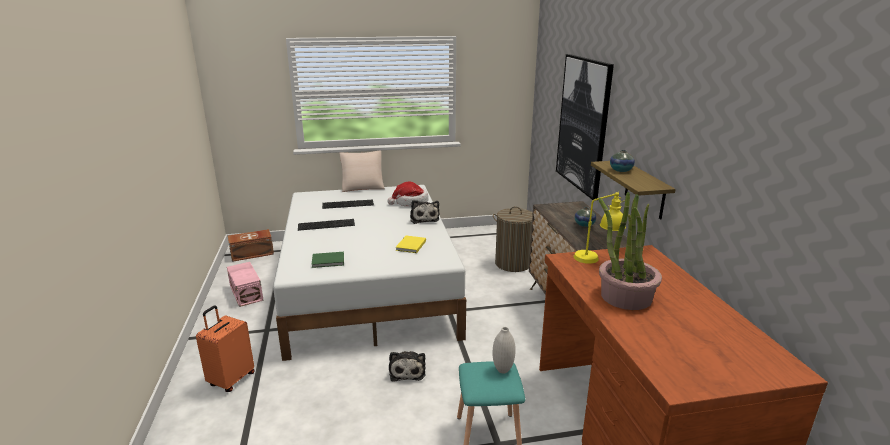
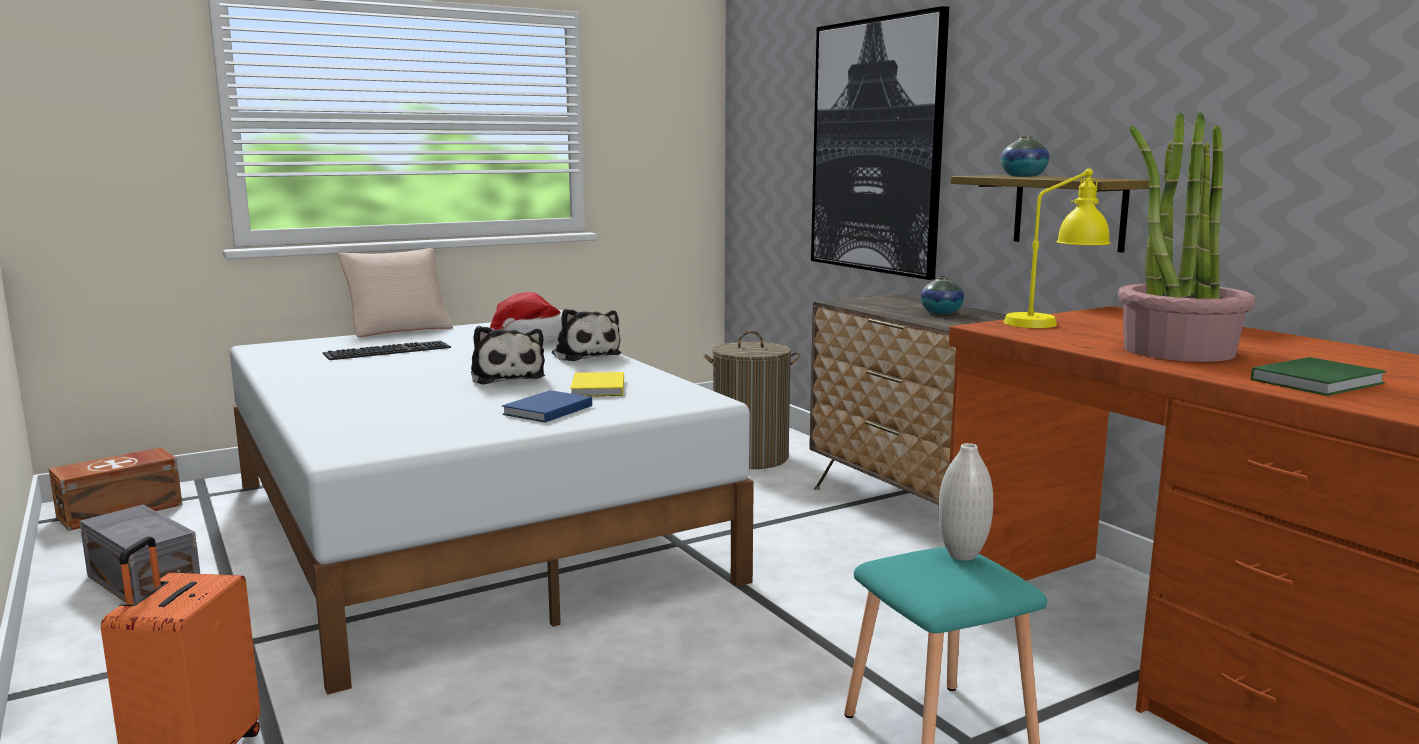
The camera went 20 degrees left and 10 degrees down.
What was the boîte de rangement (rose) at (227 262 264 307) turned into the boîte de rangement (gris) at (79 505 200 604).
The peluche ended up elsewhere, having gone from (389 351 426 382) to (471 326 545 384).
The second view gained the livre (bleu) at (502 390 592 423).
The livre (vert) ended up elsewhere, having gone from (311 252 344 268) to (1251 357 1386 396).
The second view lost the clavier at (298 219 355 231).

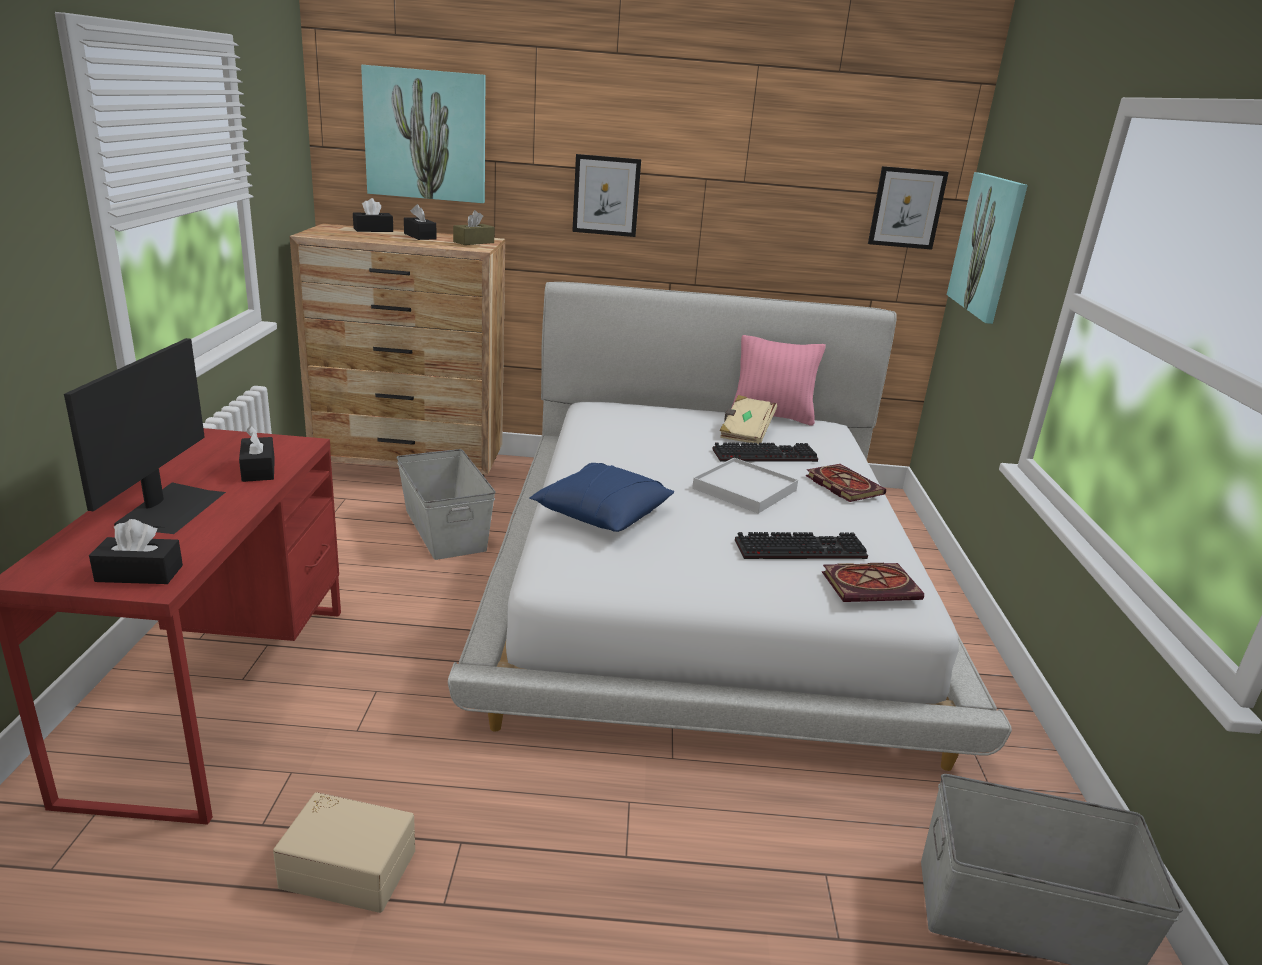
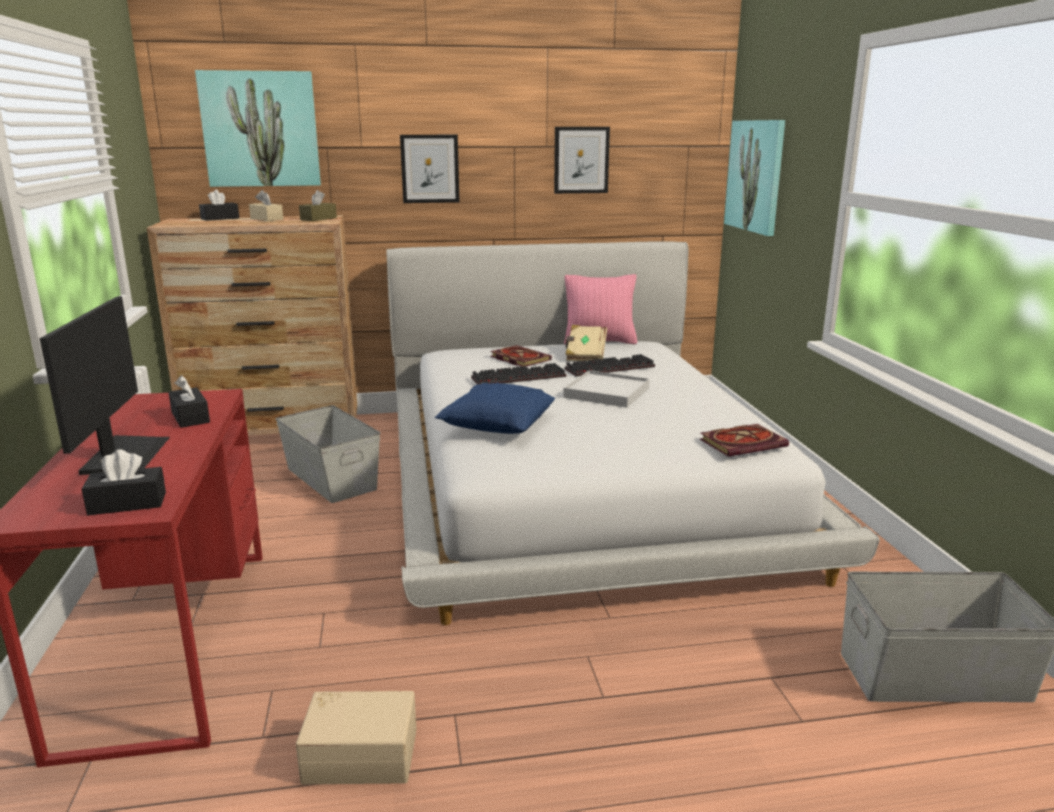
The camera went 10 degrees left and 5 degrees down.
What was the boîte à mouchoirs (noir) at (404 204 437 240) turned into the boîte à mouchoirs (beige) at (249 190 283 221).
The clavier ended up elsewhere, having gone from (735 532 868 559) to (471 363 566 385).
The livre ended up elsewhere, having gone from (805 464 886 502) to (490 345 552 367).
The tableau ended up elsewhere, having gone from (868 166 949 250) to (554 127 610 194).

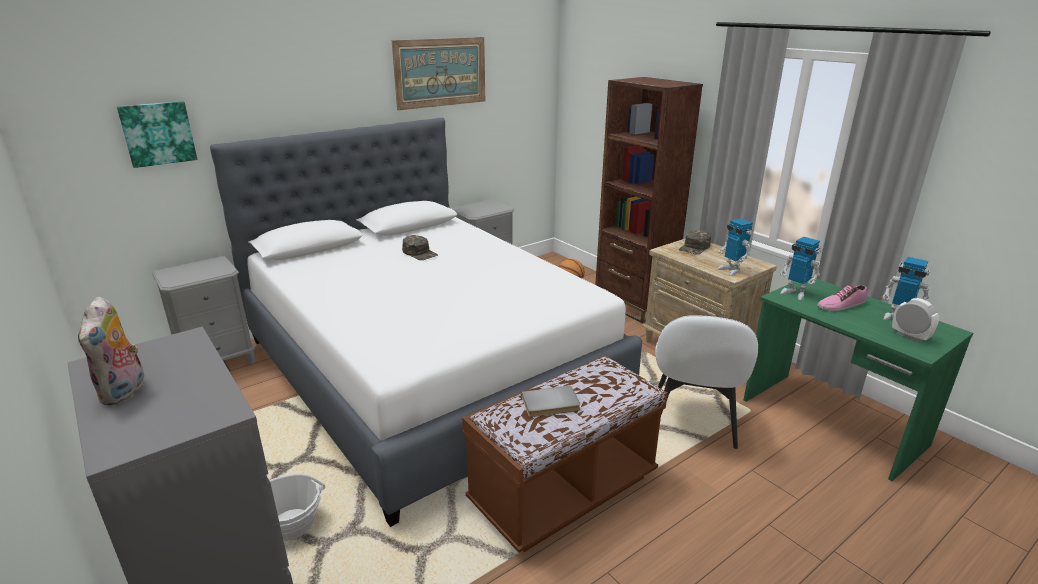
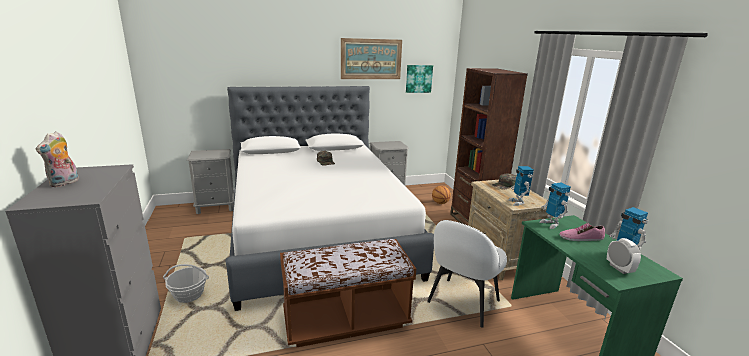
The camera went 20 degrees right and 5 degrees down.
The tableau ended up elsewhere, having gone from (117 101 197 168) to (406 65 433 93).
The second view lost the livre (gris) at (521 386 580 417).

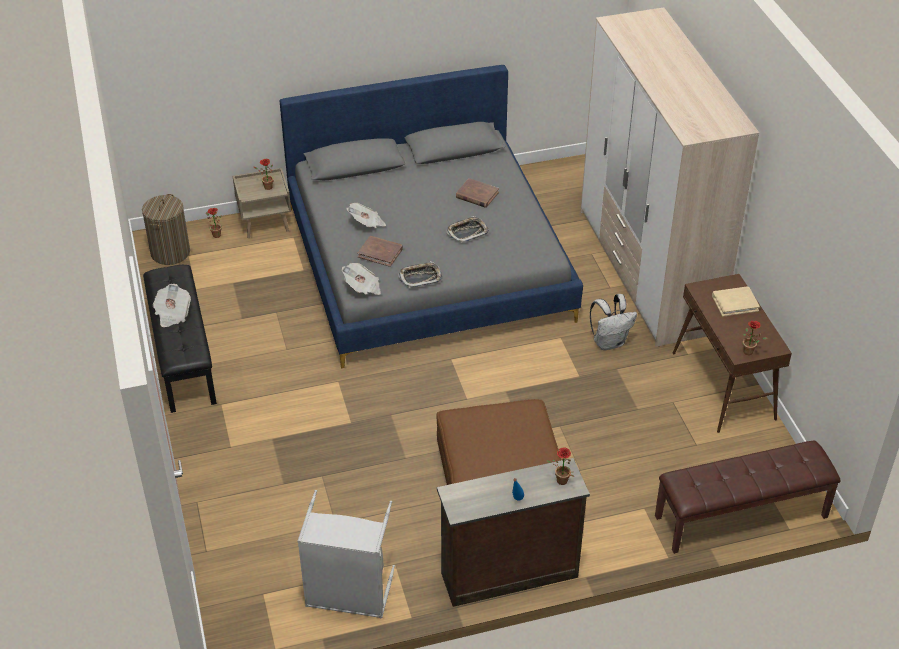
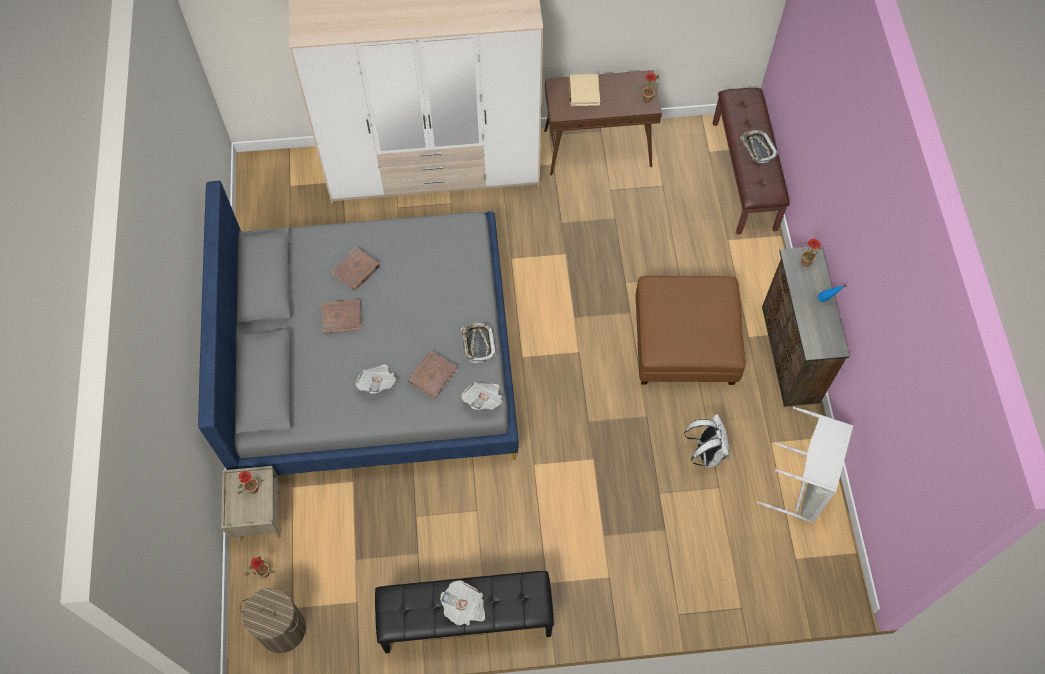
The camera went 80 degrees left and 20 degrees up.
The second view gained the livre (marron) at (321 300 362 334).
The sac à dos (blanc) ended up elsewhere, having gone from (590 294 637 350) to (684 414 730 467).
The plateau ended up elsewhere, having gone from (446 216 489 243) to (740 130 778 163).

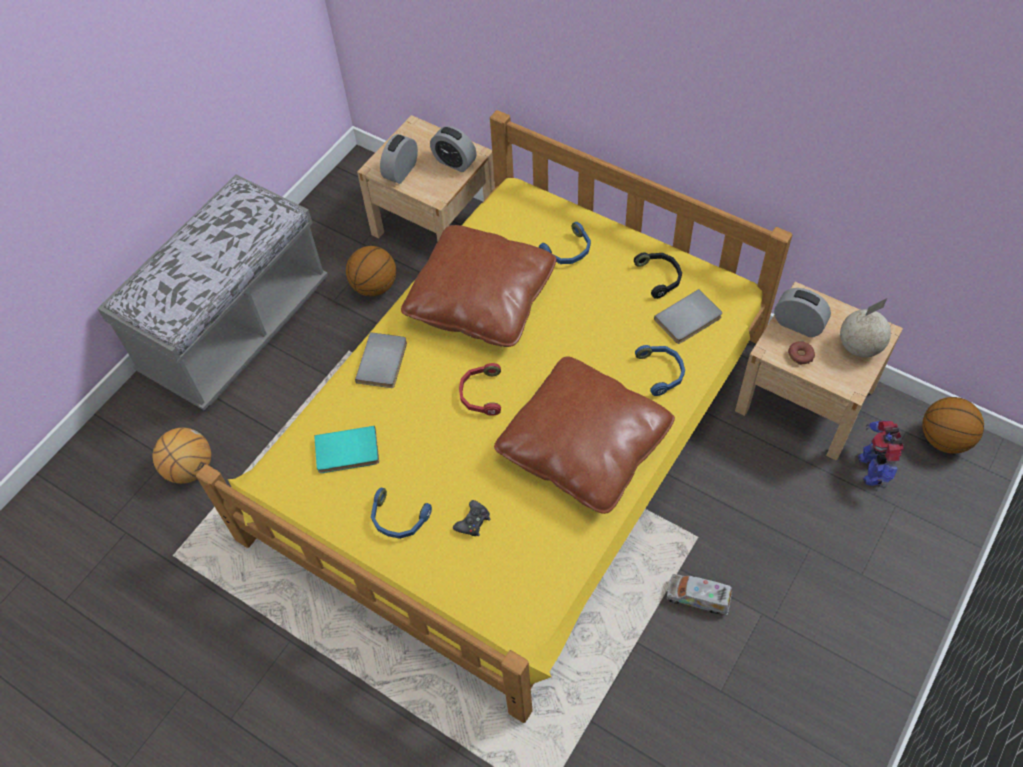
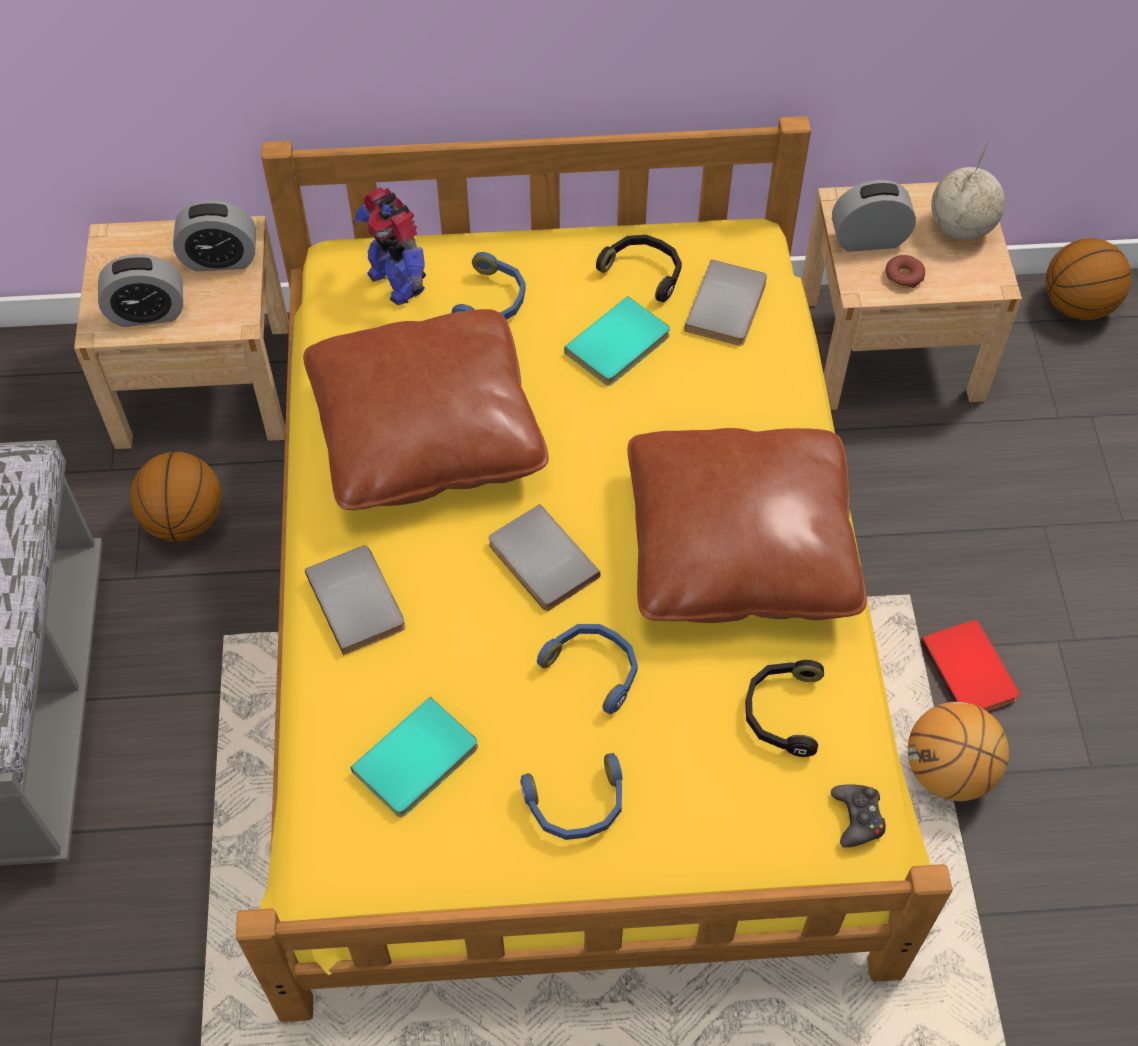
The camera went 40 degrees left and 0 degrees up.
The réveil at (380 134 418 184) ended up facing another way, 90 degrees counterclockwise from before.
The robot jouet ended up elsewhere, having gone from (858 421 904 488) to (353 187 426 305).
Where the casque audio (rouge) stood at (459 363 501 416), the livre (gris) came to stand at (489 504 601 611).
The casque audio (bleu) ended up elsewhere, having gone from (635 345 685 396) to (537 624 638 714).
The second view gained the livre (turquoise) at (564 296 670 386).
The second view gained the casque audio (noir) at (745 660 824 757).
The manette (noir) ended up elsewhere, having gone from (453 500 490 536) to (831 784 886 848).
The ballon de basket ended up elsewhere, having gone from (153 428 211 484) to (908 702 1009 801).
Where the camion jouet stood at (667 574 732 615), the livre (rouge) came to stand at (920 620 1019 712).

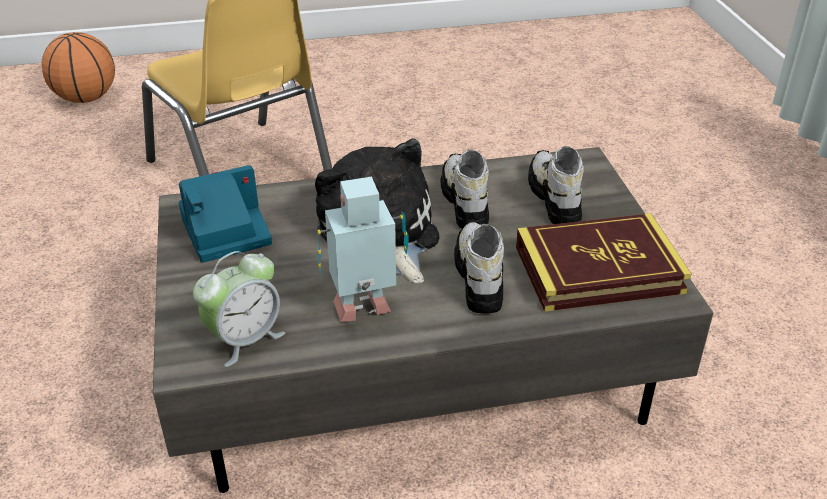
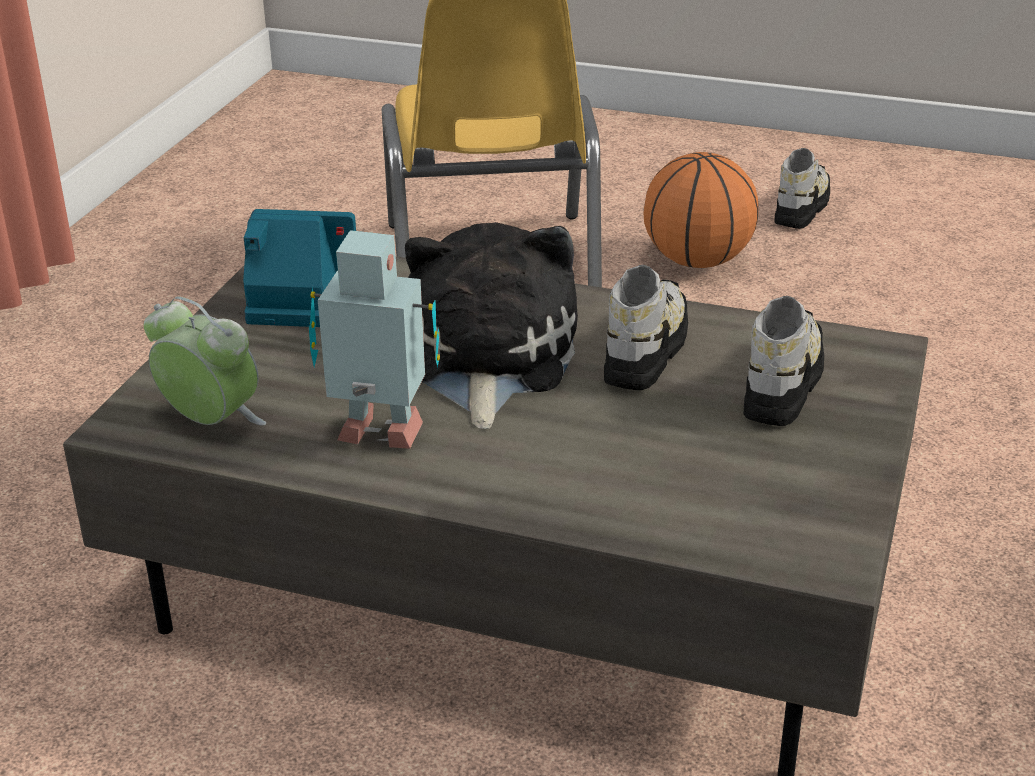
The camera went 30 degrees right and 5 degrees down.
The réveil at (193 251 285 367) ended up facing another way, 135 degrees counterclockwise from before.
The ballon de basket ended up elsewhere, having gone from (42 32 115 103) to (643 152 758 268).
The chaussure ended up elsewhere, having gone from (454 221 504 313) to (774 148 830 229).
The second view lost the livre at (516 213 691 312).

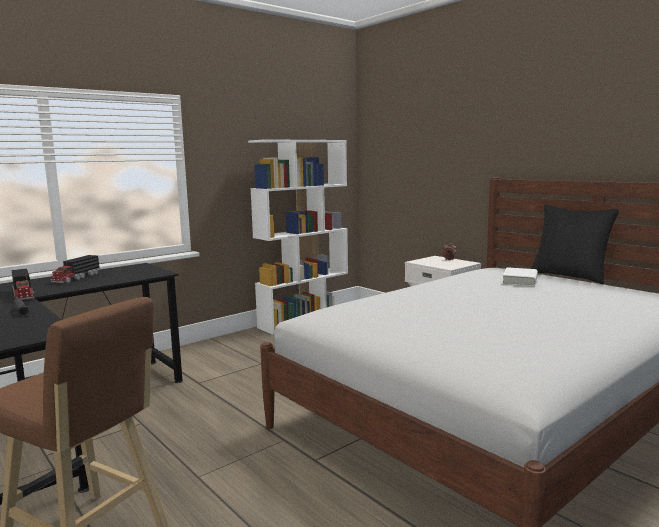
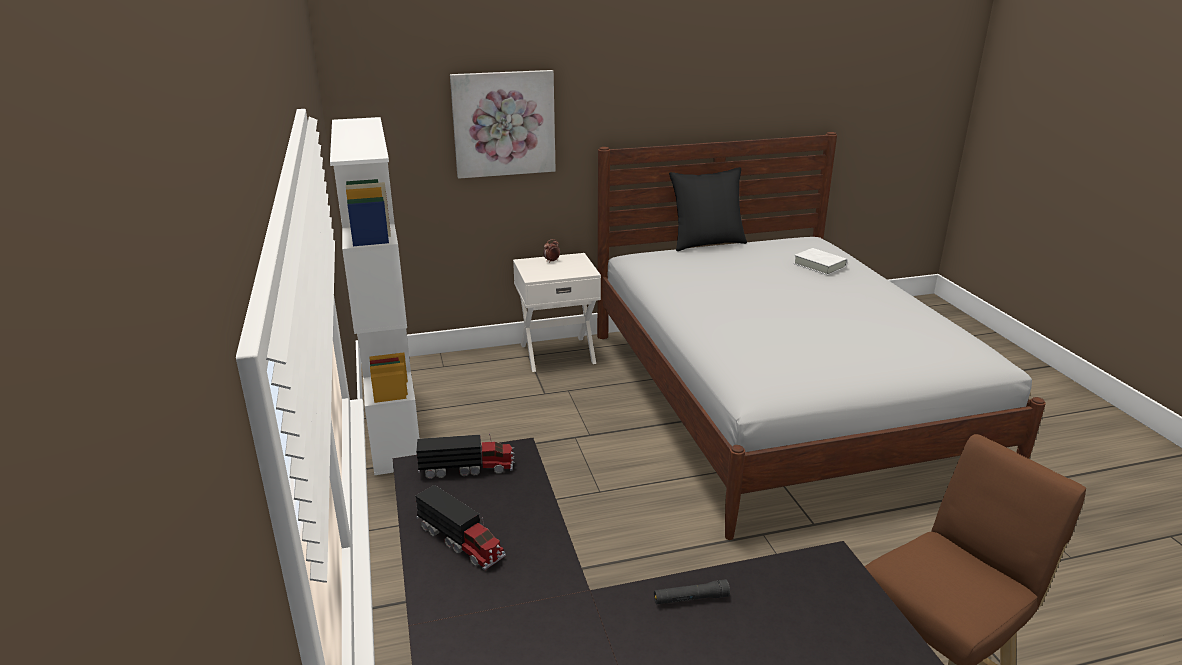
The camera went 65 degrees left and 15 degrees up.
The camion jouet ended up elsewhere, having gone from (11 268 34 300) to (416 433 515 479).
The second view gained the tableau at (450 70 556 179).
The livre (blanc) ended up elsewhere, having gone from (502 267 538 286) to (794 248 848 275).

